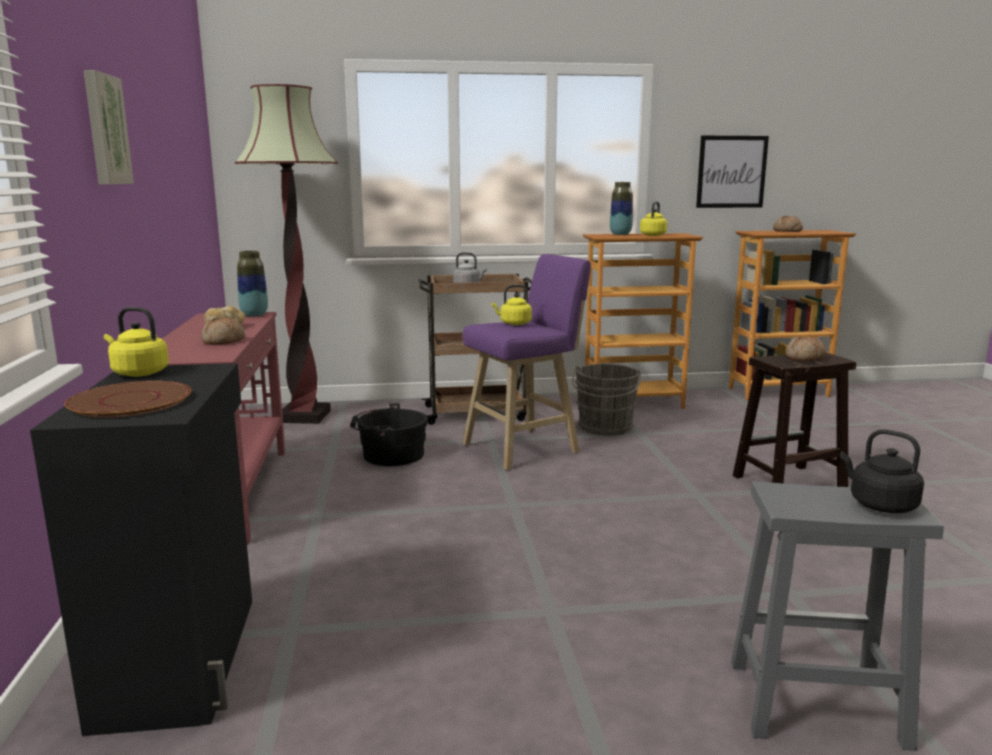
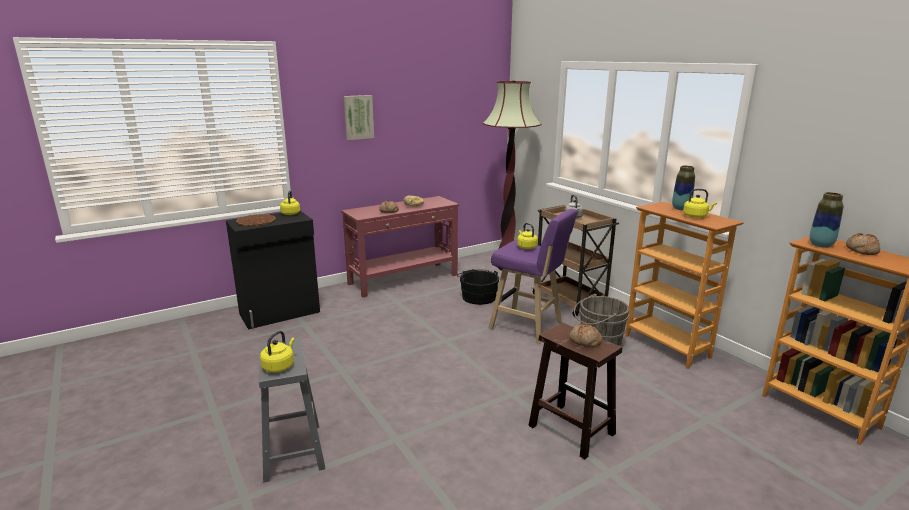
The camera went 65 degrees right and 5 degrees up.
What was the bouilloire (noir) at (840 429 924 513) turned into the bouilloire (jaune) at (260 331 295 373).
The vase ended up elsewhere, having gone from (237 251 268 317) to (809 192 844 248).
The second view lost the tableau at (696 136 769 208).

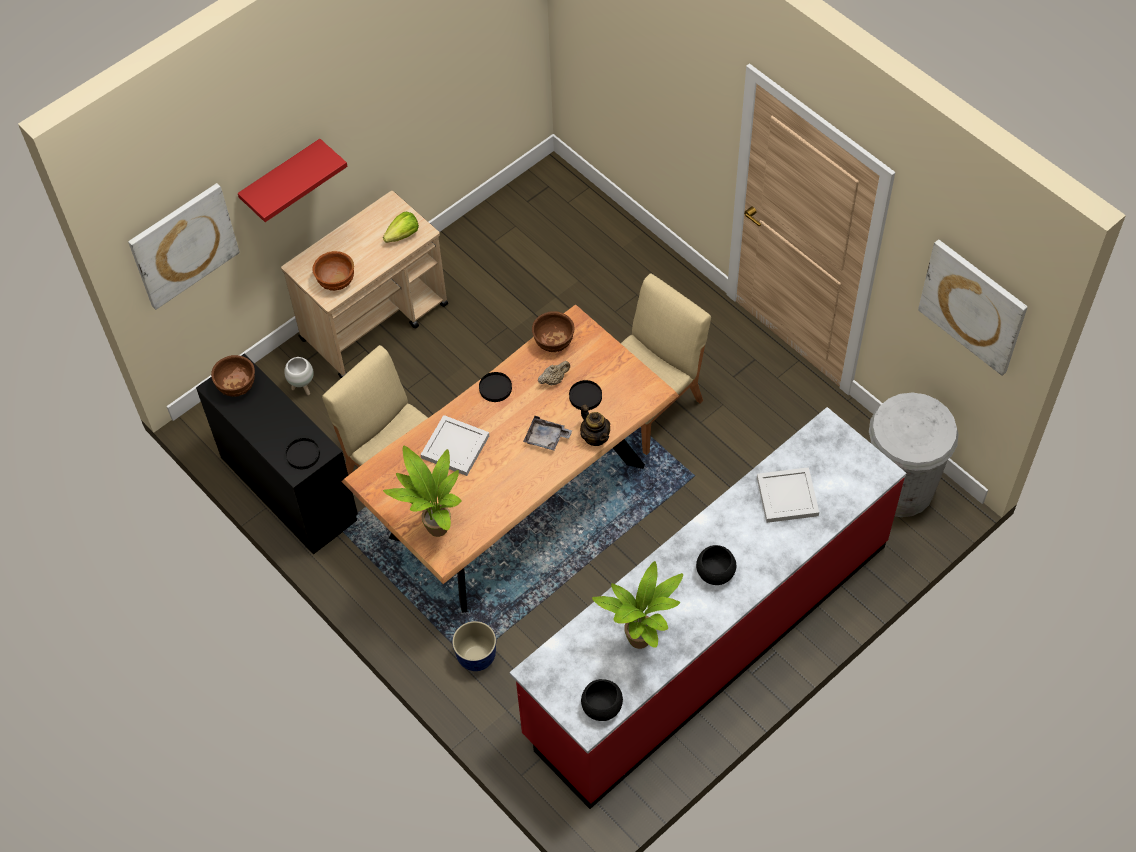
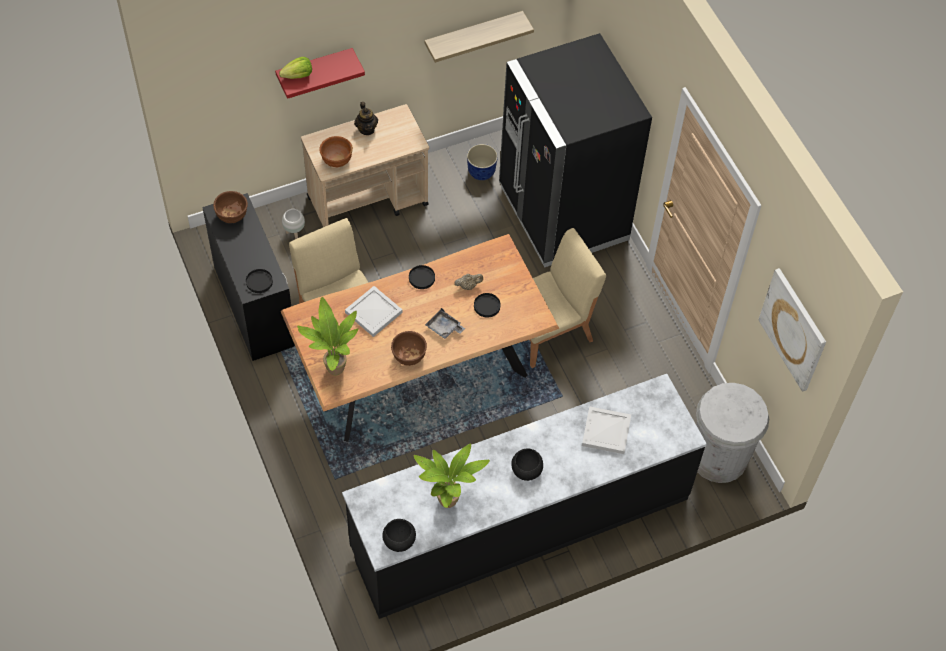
The camera went 15 degrees right and 0 degrees up.
The laitue ended up elsewhere, having gone from (383 212 419 243) to (279 57 312 79).
What was the comptoir de cuisine (rouge) at (510 407 906 809) turned into the comptoir de cuisine (noir) at (342 374 707 619).
The théière ended up elsewhere, having gone from (580 404 610 446) to (354 102 378 135).
The bol (marron) ended up elsewhere, having gone from (532 311 574 352) to (391 331 427 366).
The second view gained the étagère at (424 11 534 63).
The cache-pot ended up elsewhere, having gone from (452 621 496 671) to (467 144 498 180).
The second view gained the réfrigérateur (noir) at (499 33 652 267).
The second view lost the tableau at (128 183 240 310).

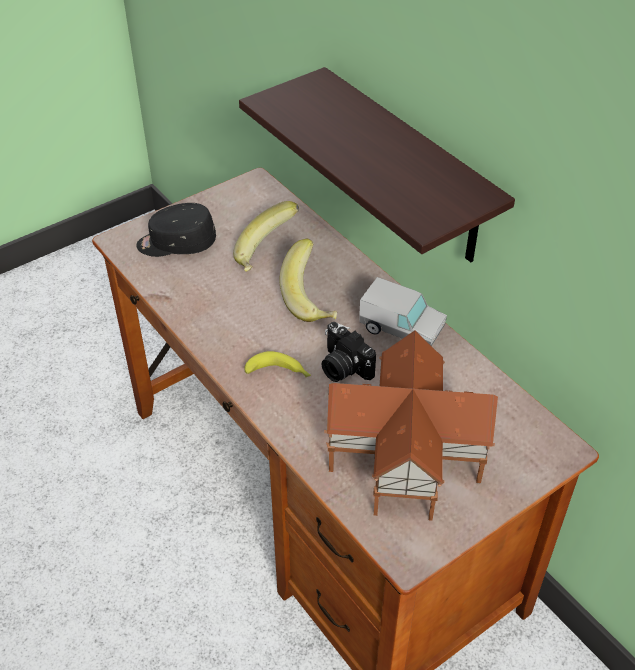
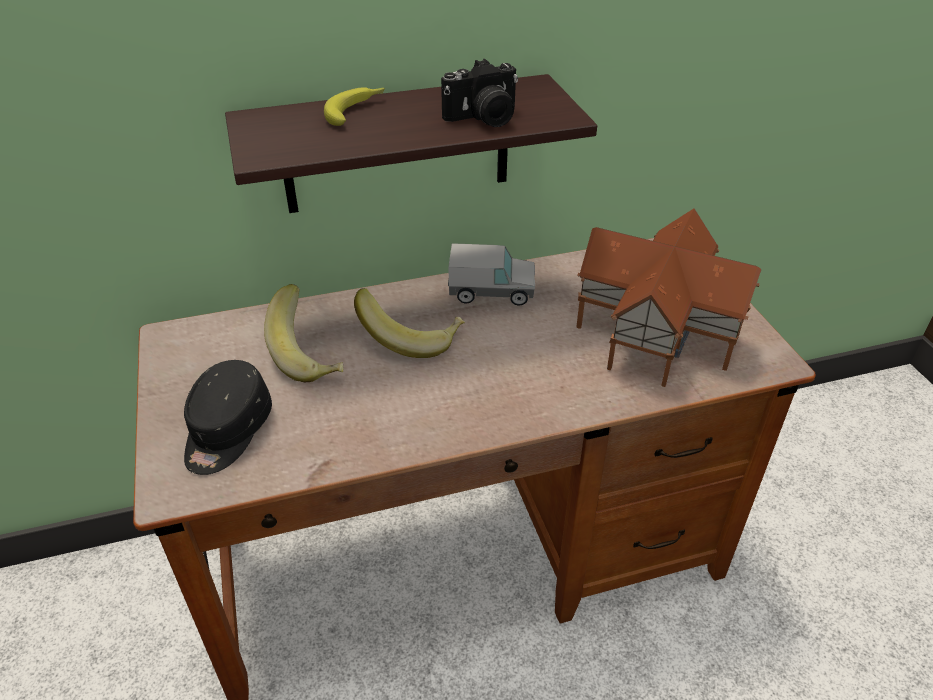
The camera went 70 degrees left and 5 degrees down.
The banane ended up elsewhere, having gone from (244 351 311 377) to (324 88 385 126).
The appareil photo ended up elsewhere, having gone from (321 322 376 382) to (441 59 518 127).
The camion jouet at (359 277 447 346) ended up facing another way, 45 degrees clockwise from before.

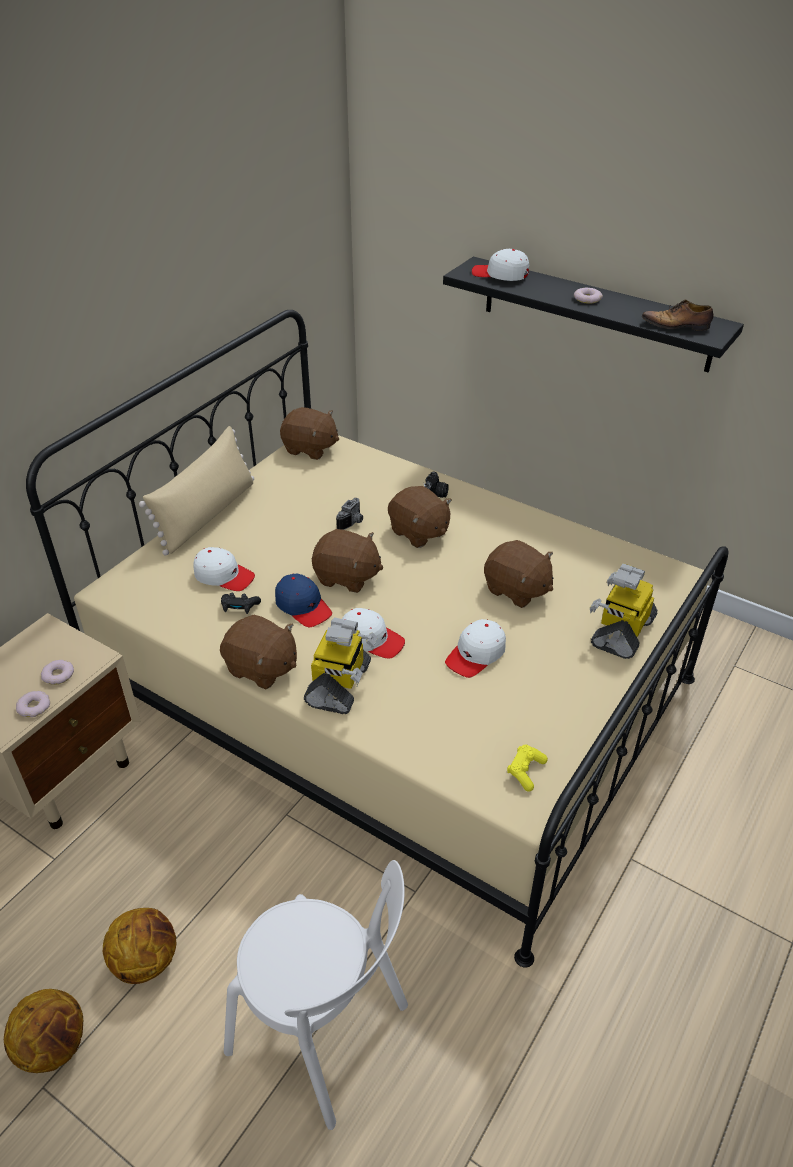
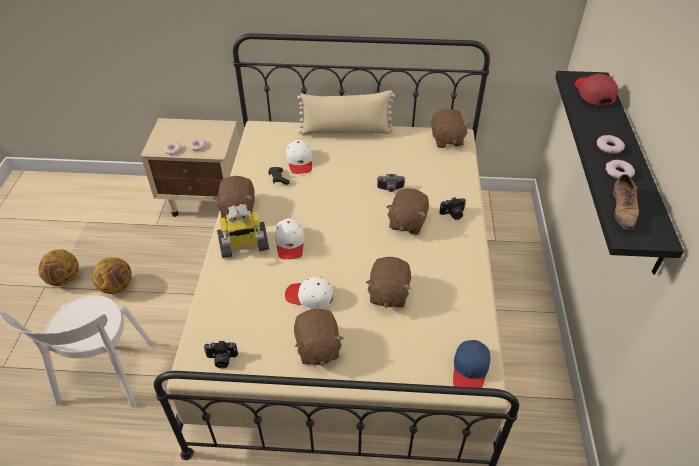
The camera went 60 degrees right and 5 degrees up.
Where the manette (jaune) stood at (507 745 548 792), the appareil photo came to stand at (204 341 238 368).
The peluche (marron) ended up elsewhere, having gone from (312 529 383 593) to (294 309 344 366).
The casquette (bleu) ended up elsewhere, having gone from (275 573 332 627) to (453 340 490 388).
What was the casquette (blanc) at (472 249 529 281) turned into the casquette (rouge) at (575 74 619 105).
The second view gained the beignet at (606 160 635 179).
The chaussure at (641 299 714 331) ended up facing another way, 150 degrees counterclockwise from before.
The second view lost the robot jouet at (590 563 657 659).

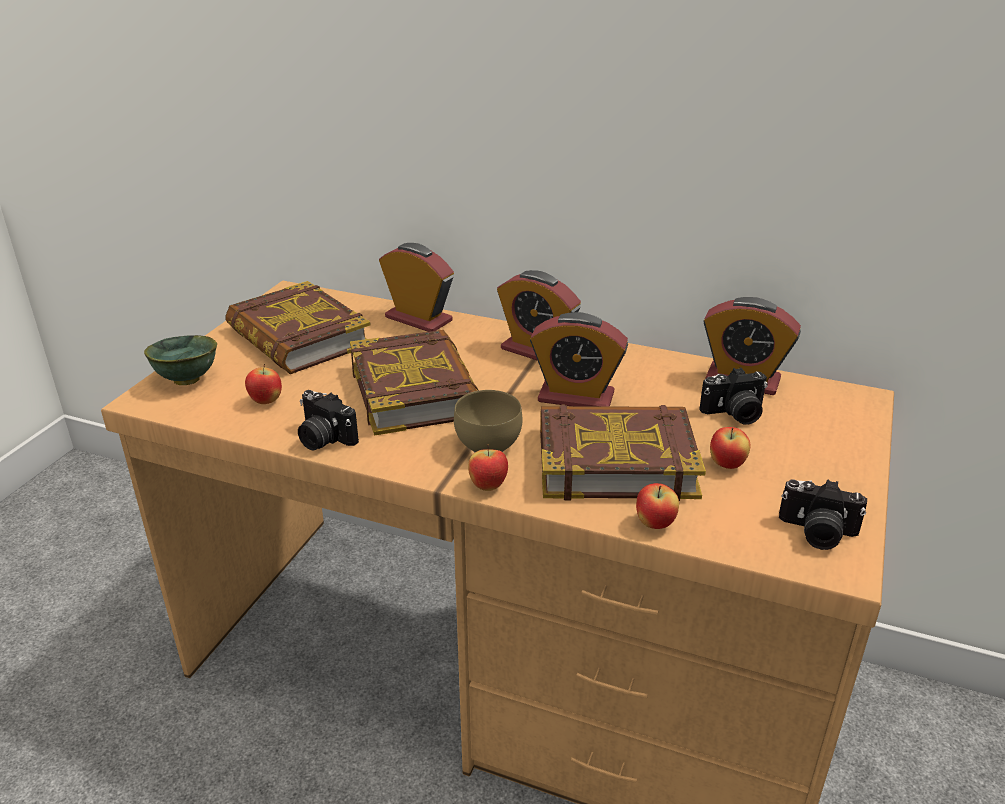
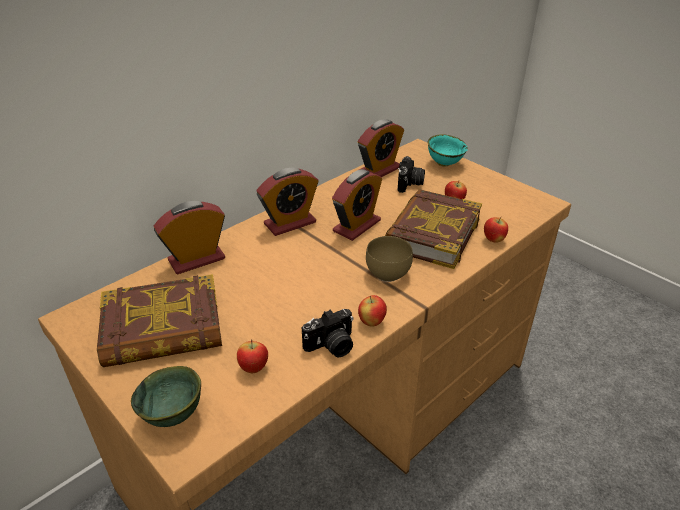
The camera went 65 degrees left and 5 degrees up.
The pomme ended up elsewhere, having gone from (468 444 508 491) to (358 295 387 327).
The second view gained the bol (turquoise) at (428 134 468 167).
The second view lost the livre at (350 330 479 436).
The second view lost the appareil photo at (779 479 867 550).

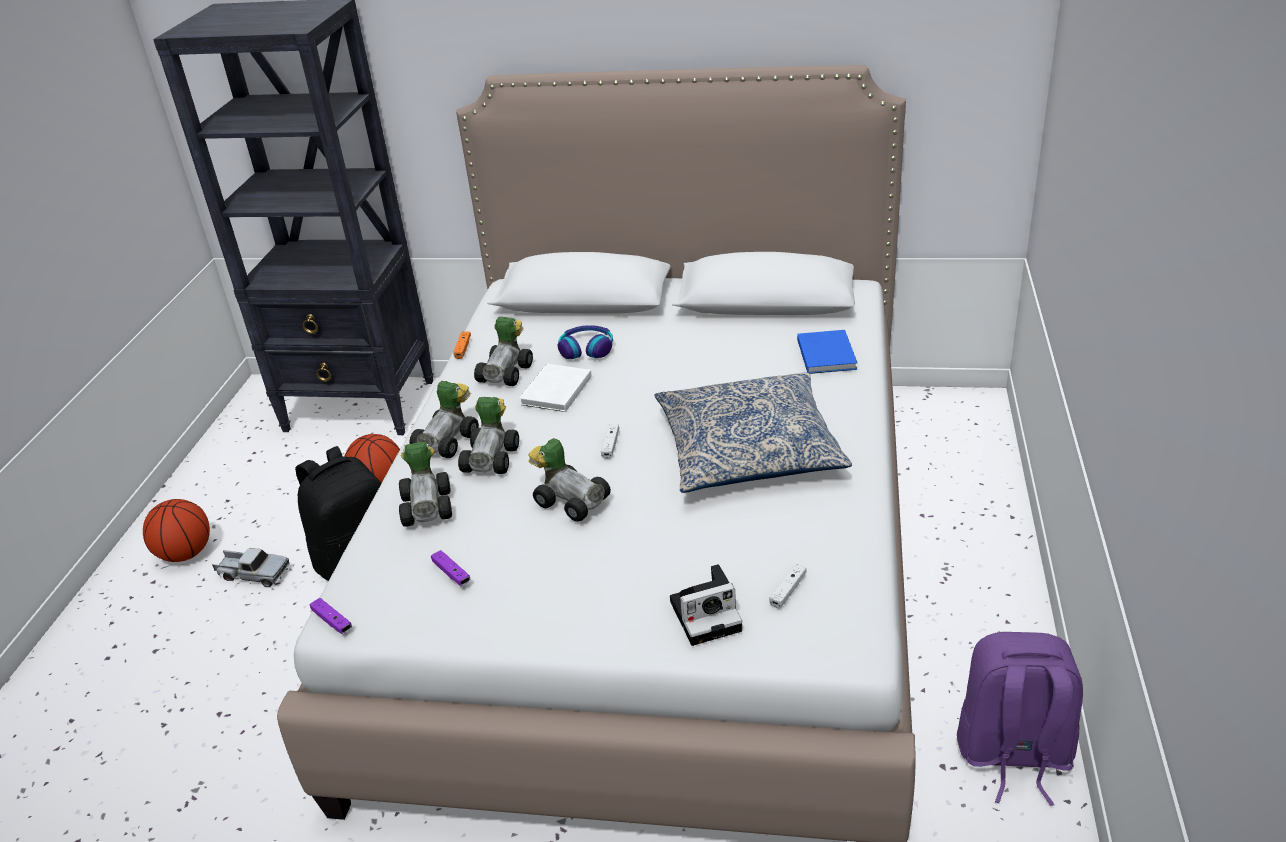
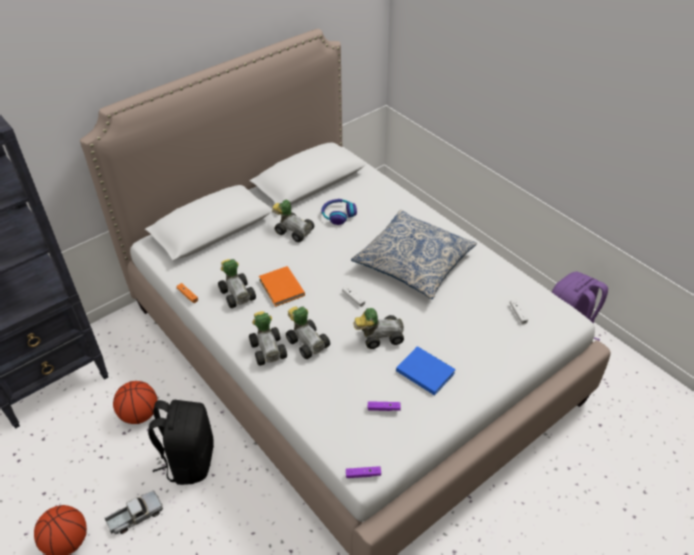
The camera went 50 degrees left and 10 degrees up.
What was the livre (blanc) at (519 364 592 412) turned into the livre (orange) at (259 266 305 307).
The petite voiture ended up elsewhere, having gone from (399 442 452 527) to (272 200 314 242).
The casque audio ended up elsewhere, having gone from (558 325 613 359) to (321 199 357 225).
The livre (bleu) ended up elsewhere, having gone from (797 330 857 374) to (396 346 456 396).
The second view lost the appareil photo at (670 564 742 646).

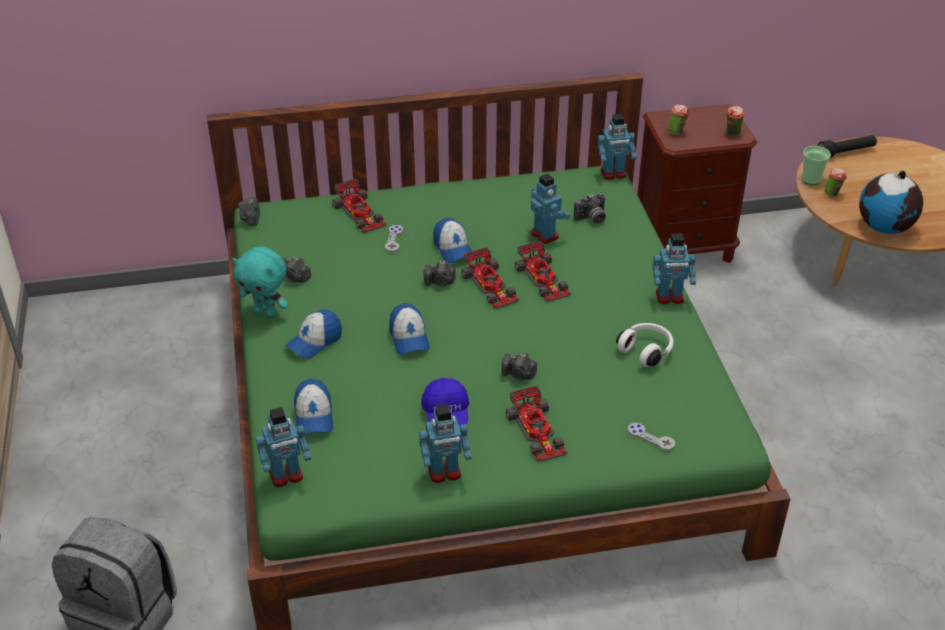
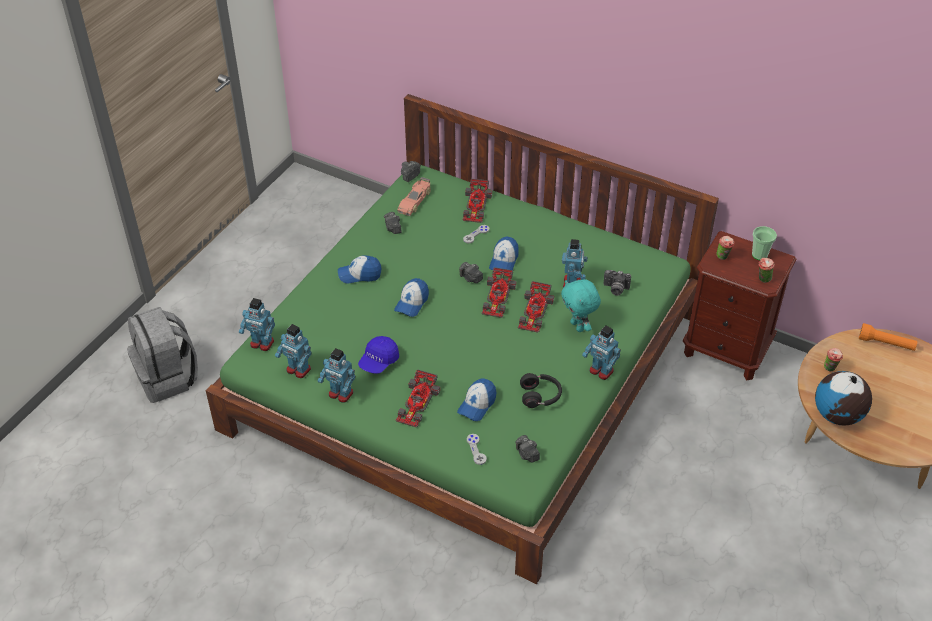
The camera went 40 degrees right and 5 degrees up.
The robot jouet ended up elsewhere, having gone from (597 114 637 180) to (275 324 312 378).
The second view gained the petite voiture at (397 177 431 216).
The casquette ended up elsewhere, having gone from (294 379 333 435) to (457 378 496 421).
The appareil photo ended up elsewhere, having gone from (501 353 537 380) to (515 435 540 462).
What was the casque audio (blanc) at (616 323 674 367) turned into the casque audio (noir) at (520 373 562 408).
The peluche (turquoise) ended up elsewhere, having gone from (232 247 289 318) to (561 279 601 332).
The tasse ended up elsewhere, having gone from (802 146 831 185) to (752 226 777 260).
What was the lampe de poche (noir) at (818 135 877 158) turned into the lampe de poche (orange) at (859 323 917 351).

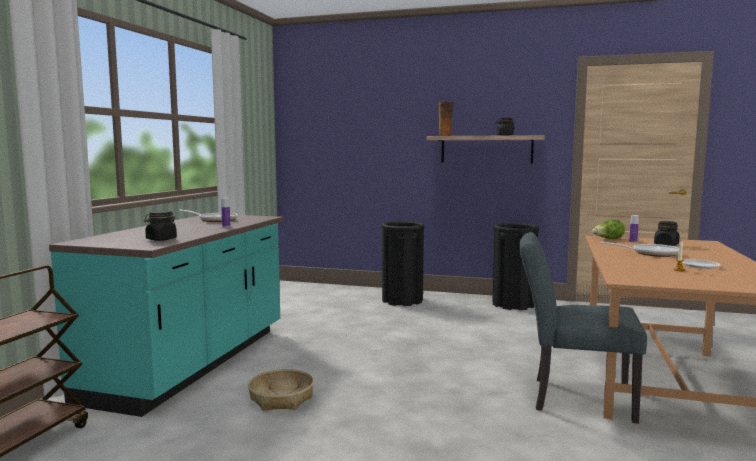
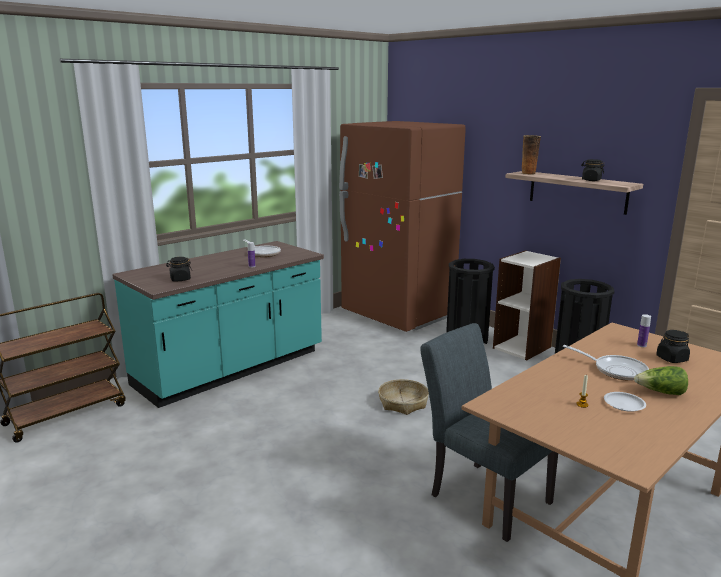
The camera went 30 degrees right and 10 degrees up.
The second view gained the réfrigérateur (marron) at (339 121 466 332).
The panier ended up elsewhere, having gone from (248 369 314 411) to (378 379 429 415).
The second view gained the bibliothèque at (493 250 561 360).
The laitue ended up elsewhere, having gone from (592 219 625 239) to (634 366 688 395).

